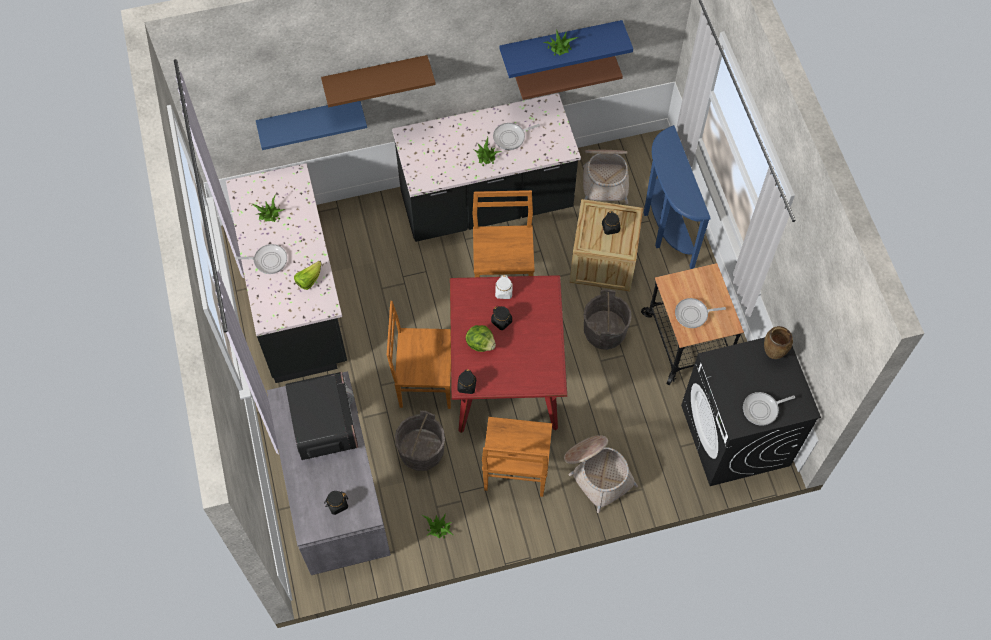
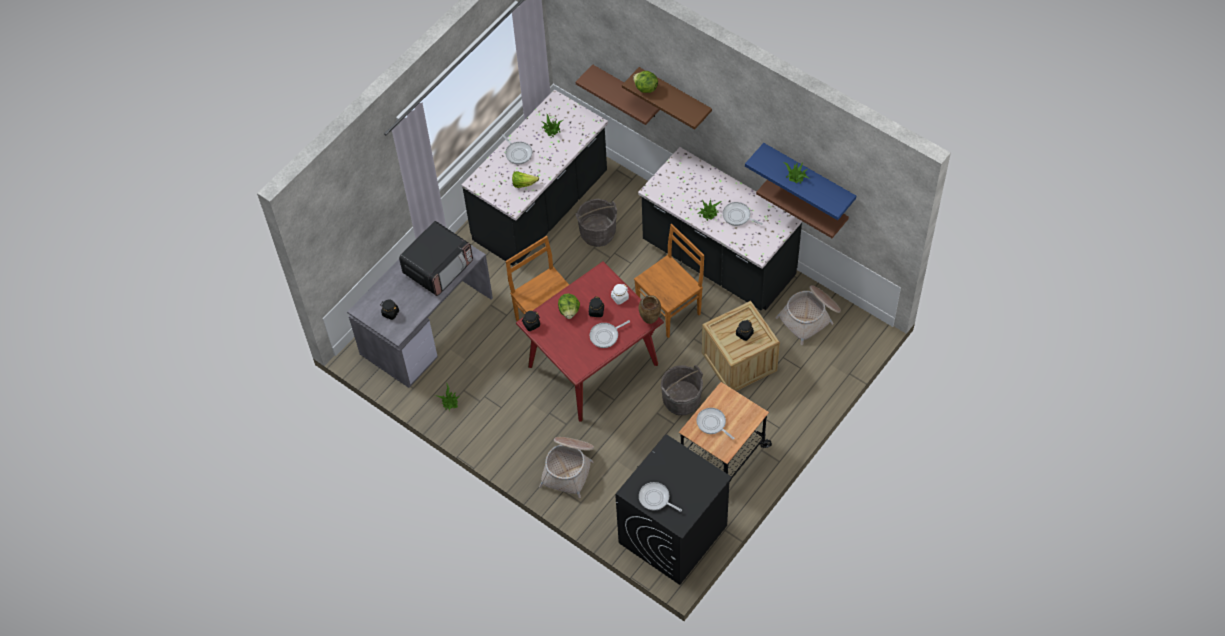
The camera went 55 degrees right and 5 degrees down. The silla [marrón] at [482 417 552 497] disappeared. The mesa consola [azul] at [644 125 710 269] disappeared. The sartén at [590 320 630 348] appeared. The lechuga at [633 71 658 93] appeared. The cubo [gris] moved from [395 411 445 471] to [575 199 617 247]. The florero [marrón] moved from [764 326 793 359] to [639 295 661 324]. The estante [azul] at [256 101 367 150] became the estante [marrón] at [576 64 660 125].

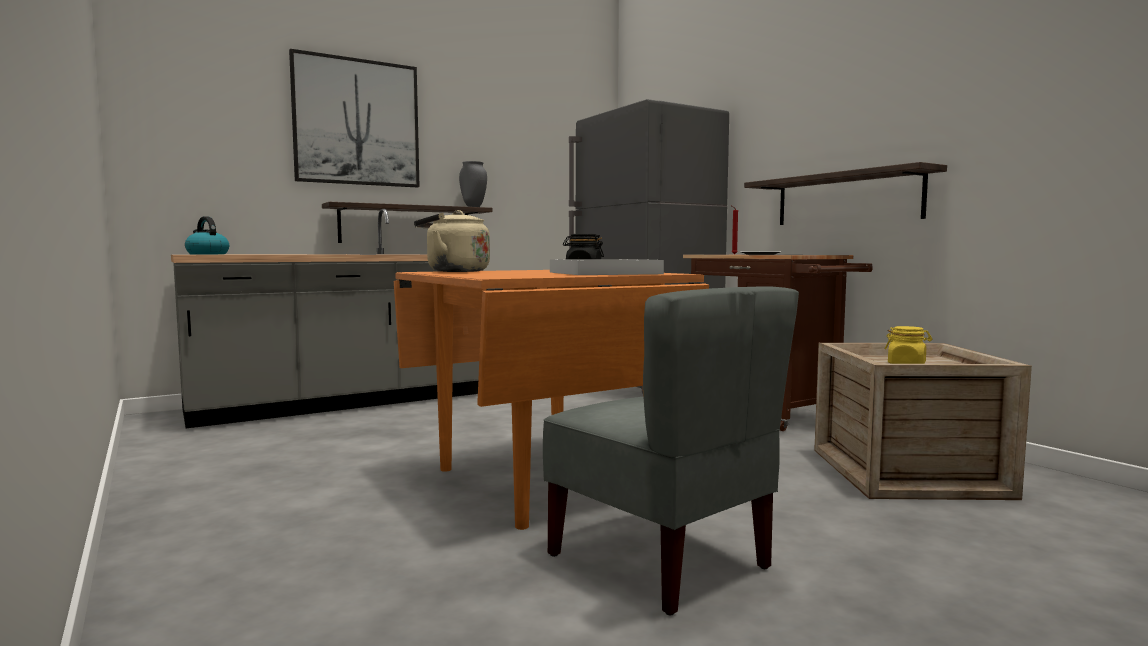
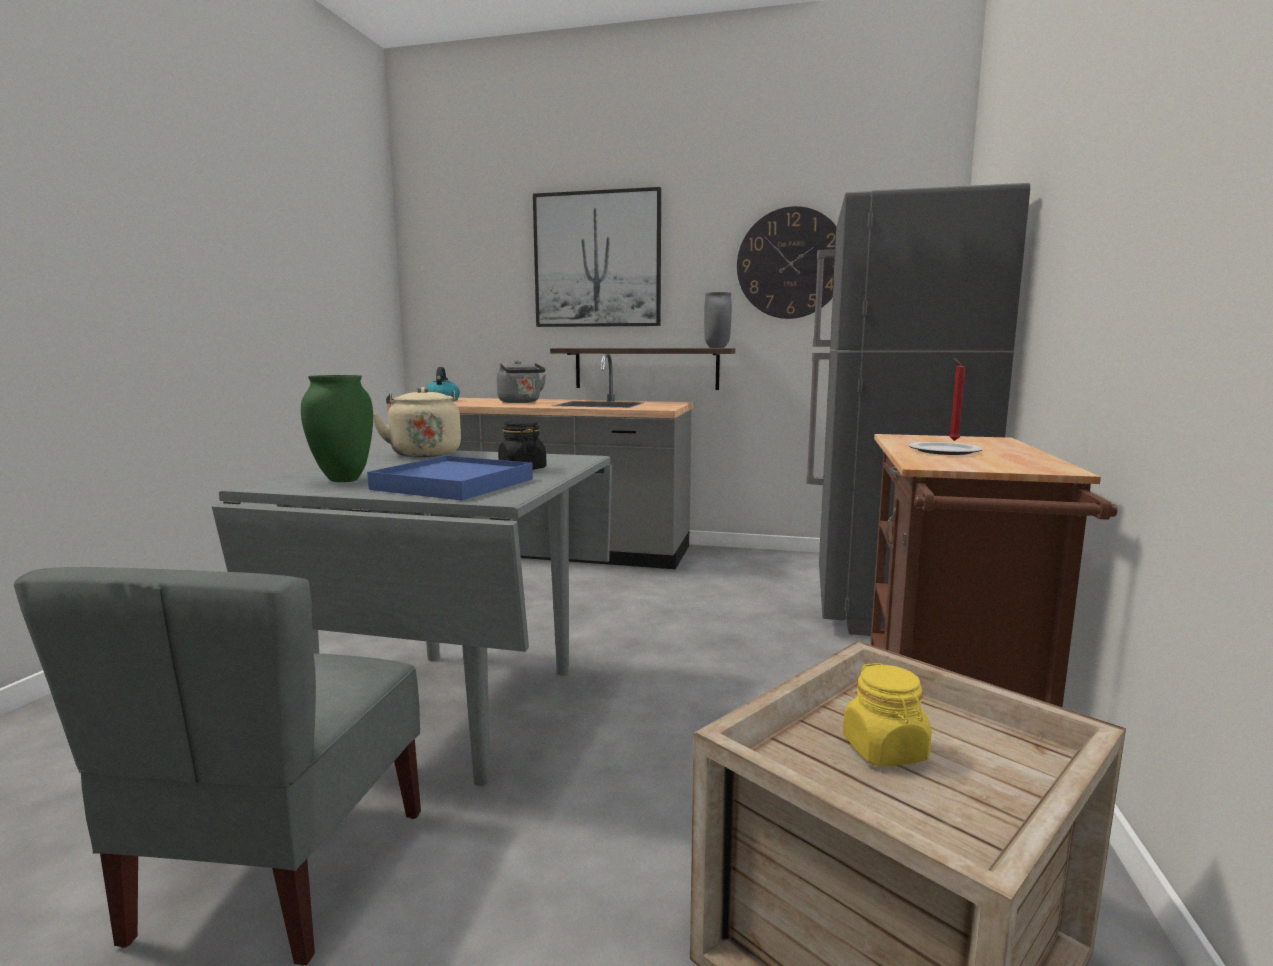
The camera went 45 degrees right and 5 degrees up. The estante at [744 162 947 225] disappeared. The florero [verde] at [301 375 373 482] appeared. The hervidor [gris] at [497 360 546 403] appeared. The reloj de pared at [737 206 837 319] appeared. The mesa de comedor [naranja] at [394 270 709 530] became the mesa de comedor [gris] at [211 449 612 786]. The bandeja [blanco] at [550 259 664 275] became the bandeja [azul] at [367 456 533 500].

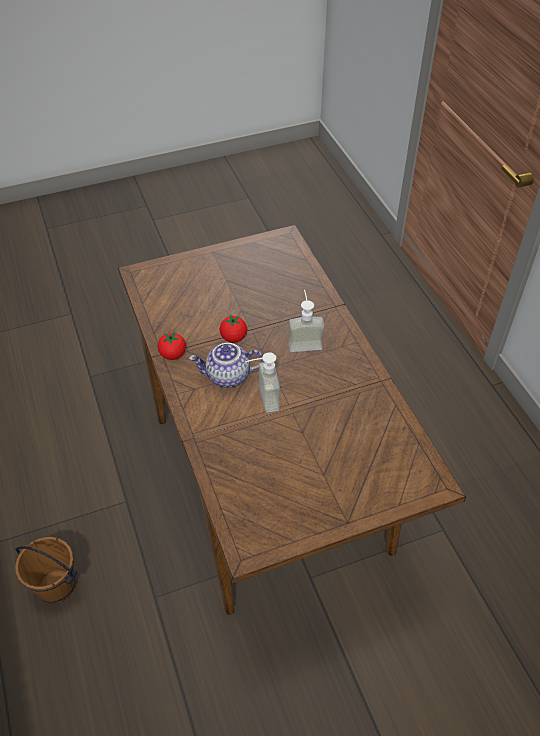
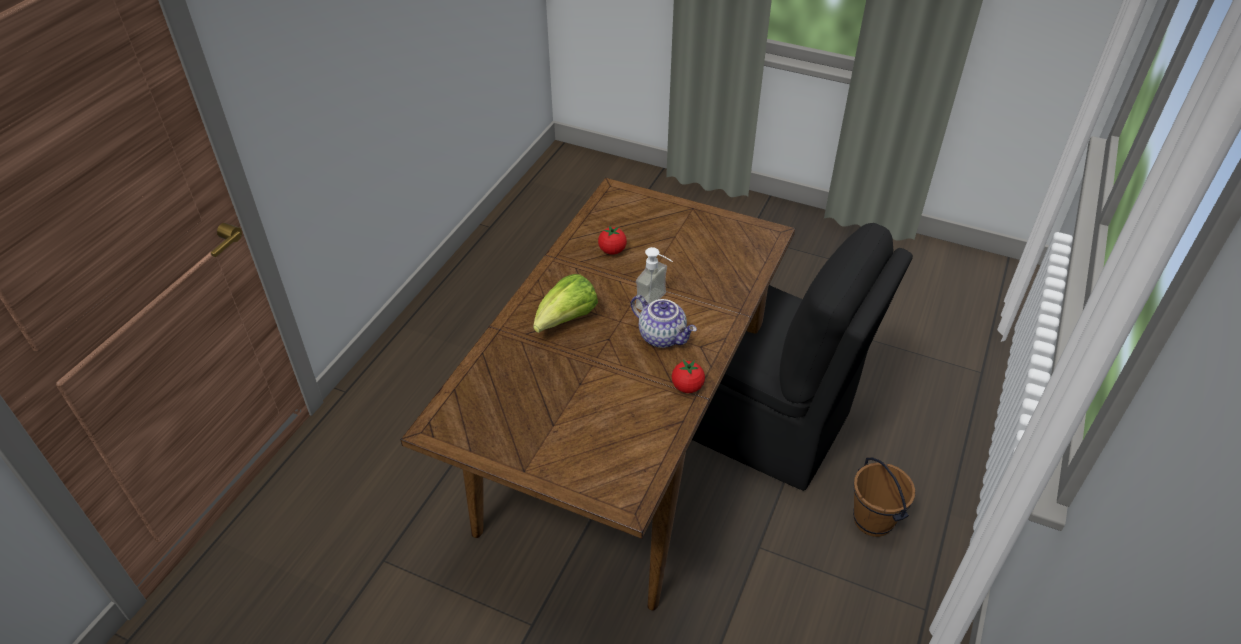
The camera went 135 degrees left and 5 degrees down. The silla [negro] at [692 223 913 491] appeared. The tomate moved from [219 314 247 343] to [598 226 627 255]. The dispensador de jabón at [288 290 324 352] was replaced by the lechuga at [533 274 598 333].

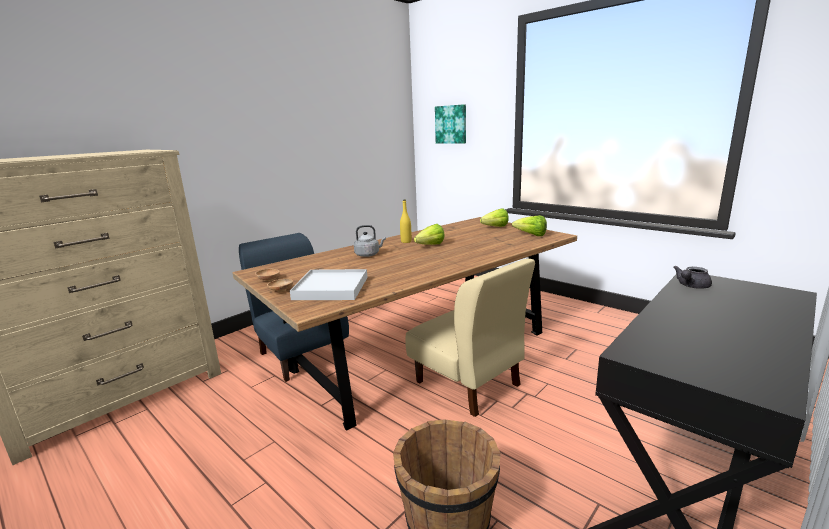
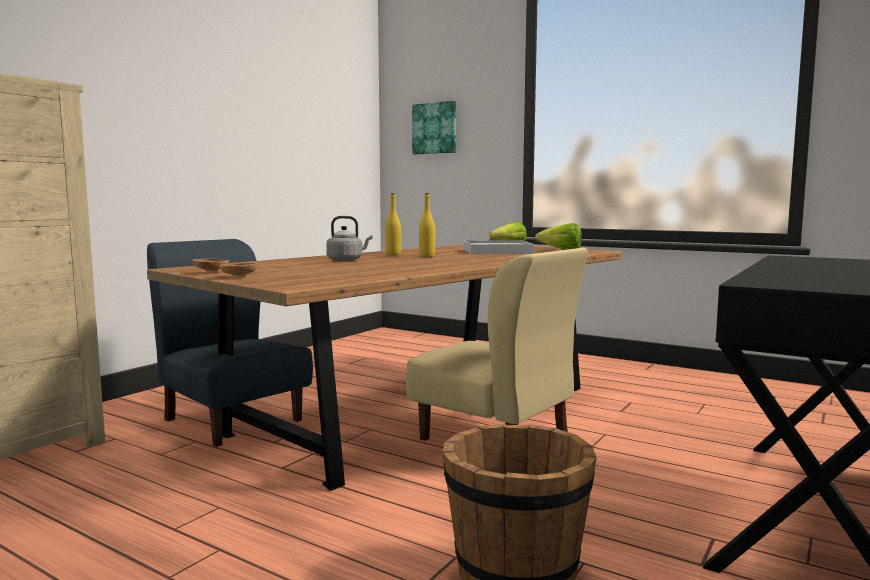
The camera went 10 degrees left and 10 degrees down. The tetera [gris] at [673 266 712 289] disappeared. The bandeja [blanco] moved from [290 269 367 300] to [464 240 534 254]. The lechuga at [414 224 445 245] was replaced by the botella [amarillo] at [419 193 435 257].

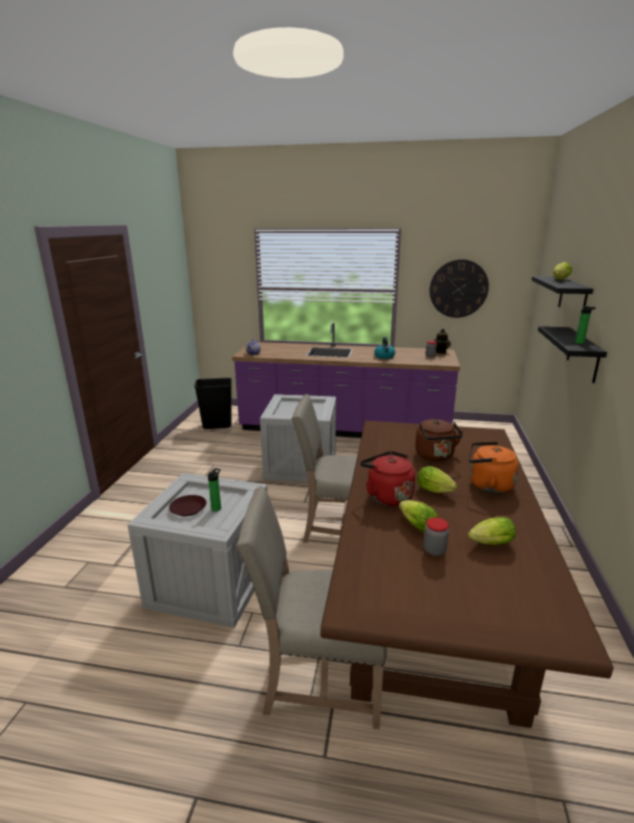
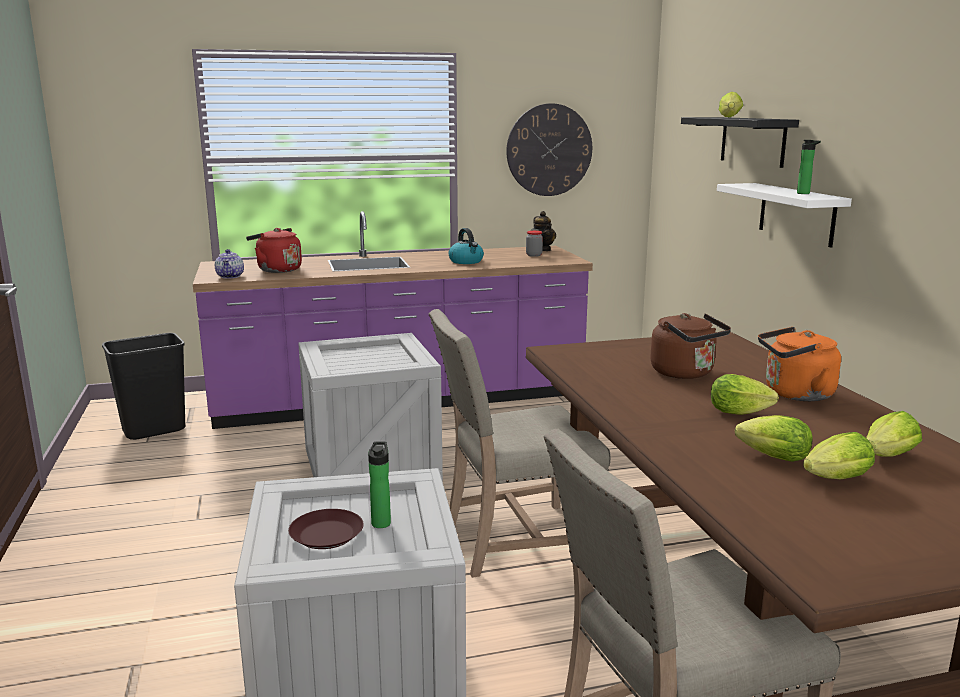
The camera went 25 degrees left and 5 degrees down. The hervidor [rojo] moved from [360 451 415 506] to [246 228 302 273]. The tarro at [424 518 449 556] was replaced by the lechuga at [803 432 875 479]. The estante [negro] at [538 326 607 383] became the estante [blanco] at [717 183 852 248].

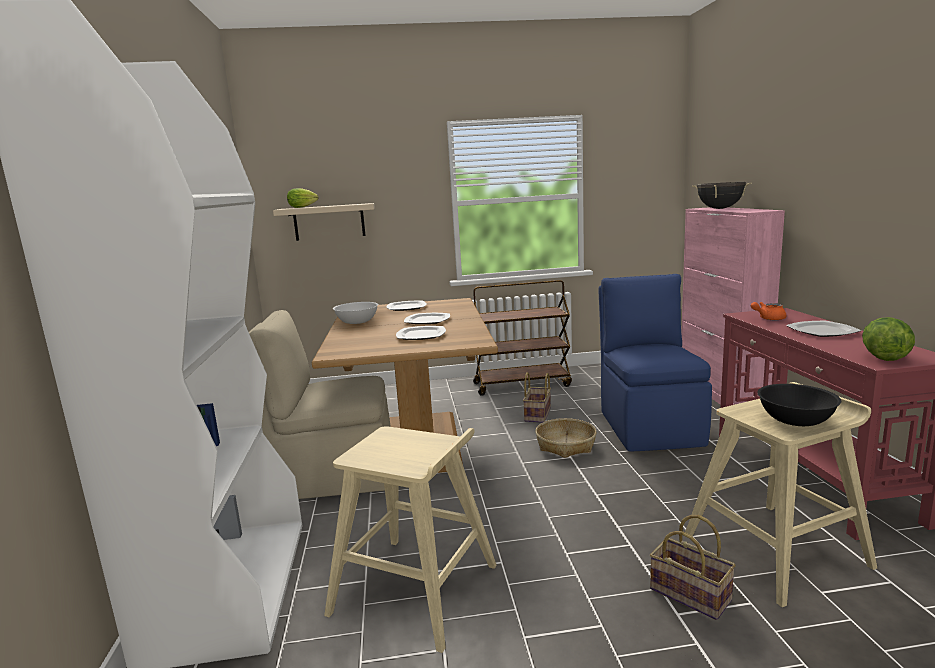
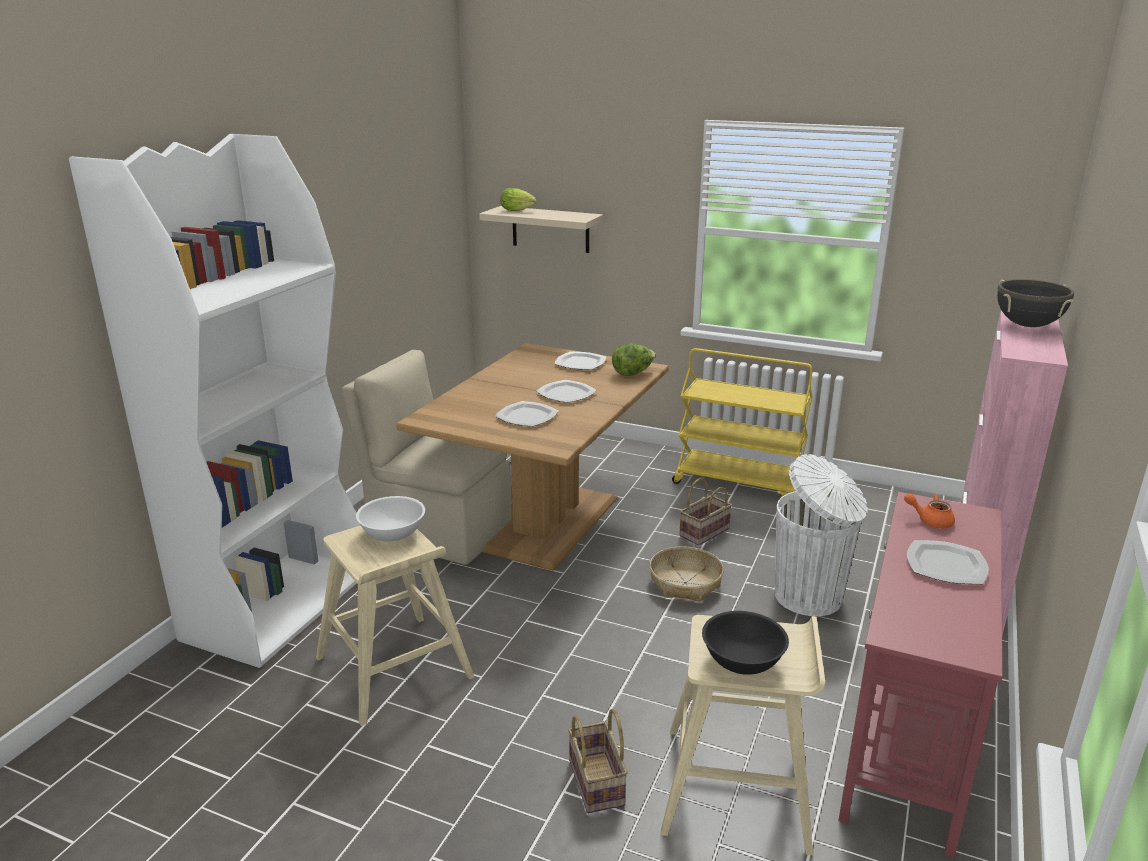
The camera went 30 degrees right and 10 degrees up. The cuenco [blanco] moved from [333 302 378 324] to [356 496 425 541]. The lechuga moved from [862 317 915 361] to [612 343 656 376]. The silla [azul] at [599 274 712 452] was replaced by the papelera [blanco] at [775 454 868 616]. The carrito [marrón] at [473 280 572 396] became the carrito [amarillo] at [672 348 812 497].

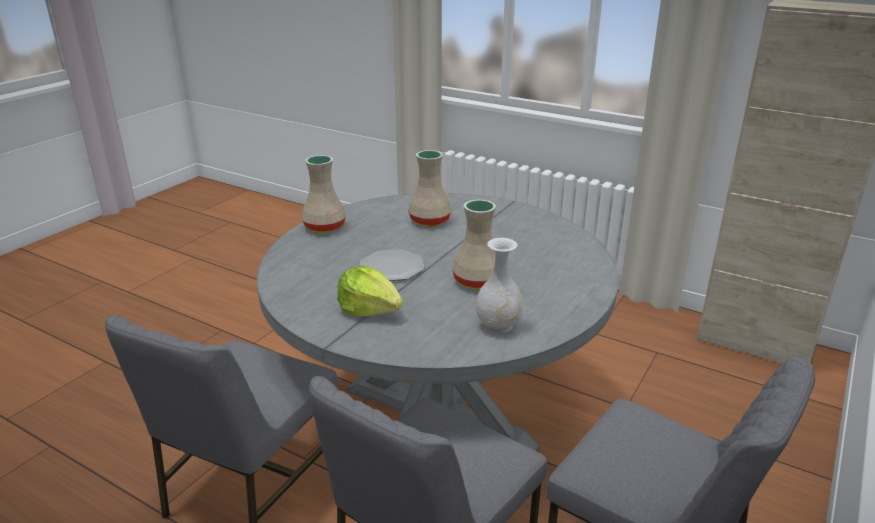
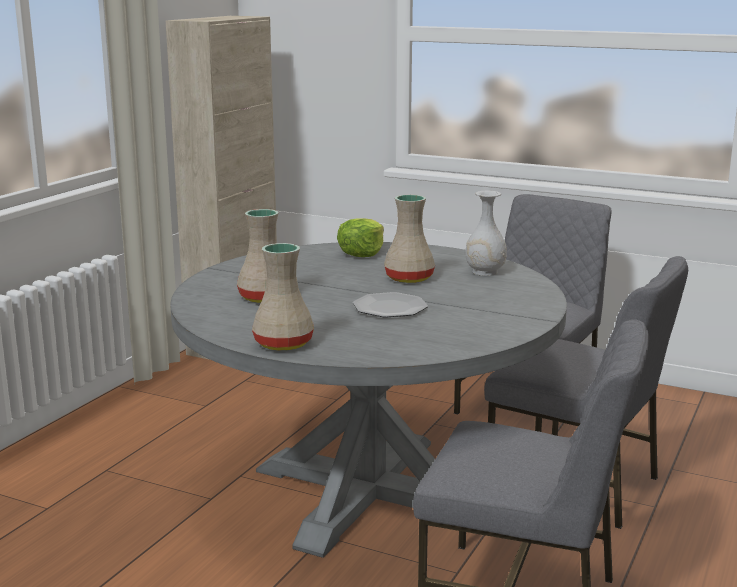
The camera went 95 degrees left and 10 degrees down. The lechuga moved from [337 265 403 316] to [337 219 384 257].

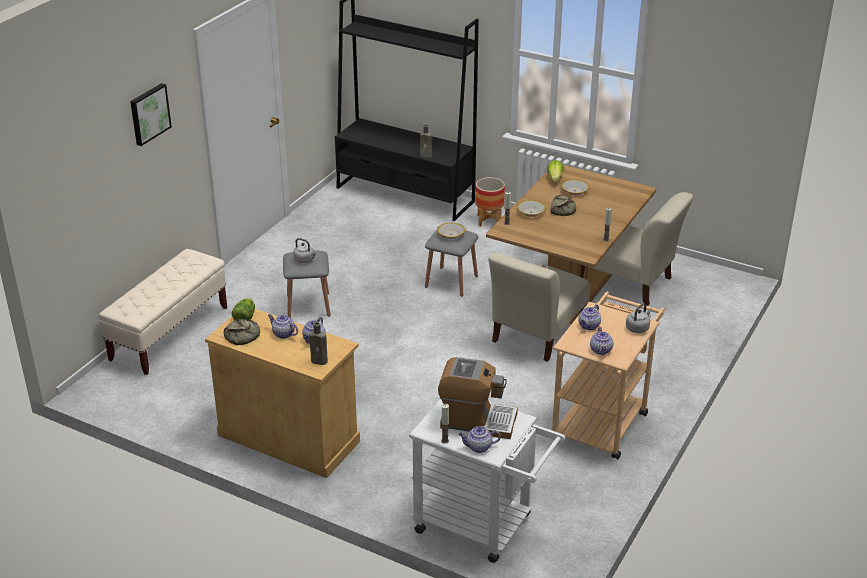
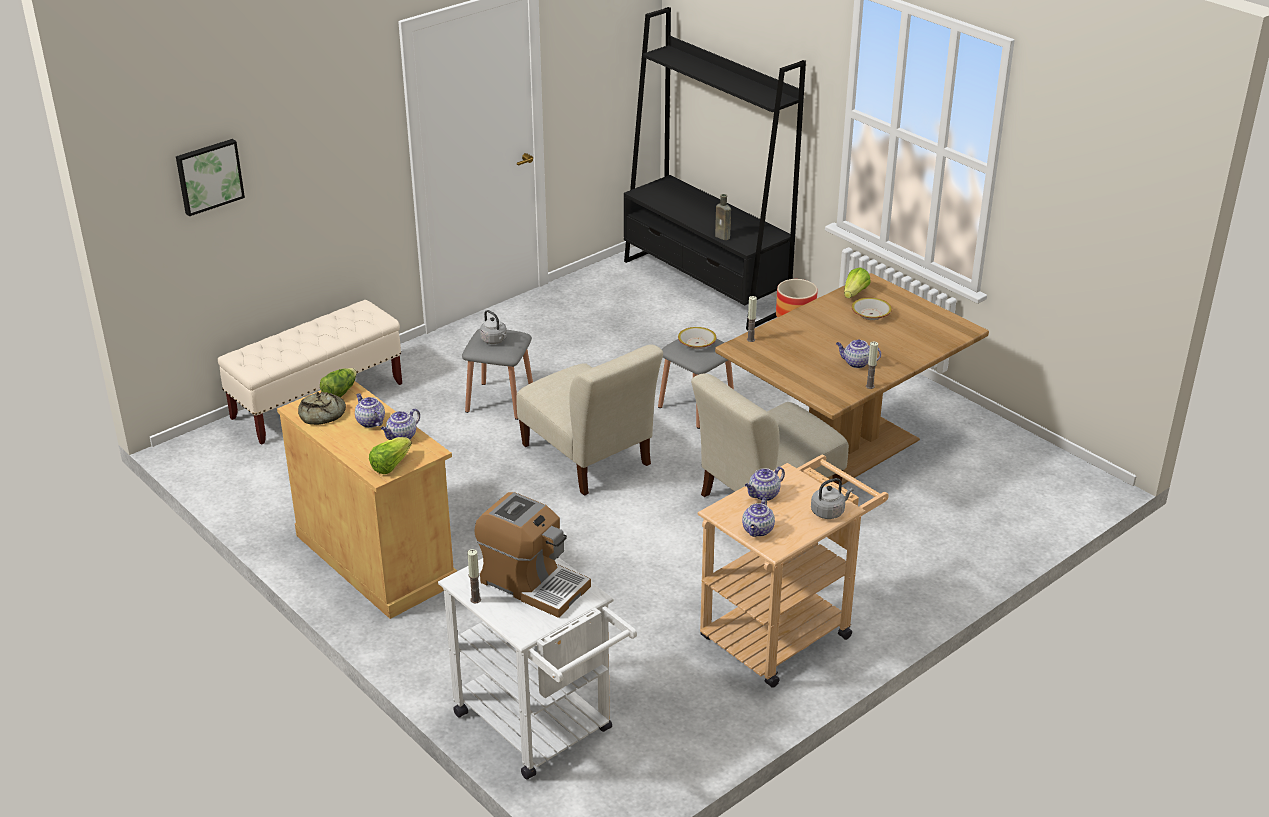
The camera went 20 degrees right and 0 degrees up. The cuenco at [517 200 546 217] disappeared. The pan at [551 195 576 216] disappeared. The cuadro moved from [130 83 172 146] to [176 139 245 216]. The tetera moved from [458 426 501 453] to [836 340 881 368]. The silla [beis] moved from [580 192 693 306] to [516 344 663 495]. The botella [marrón] at [309 322 328 365] was replaced by the lechuga at [369 437 412 474].

